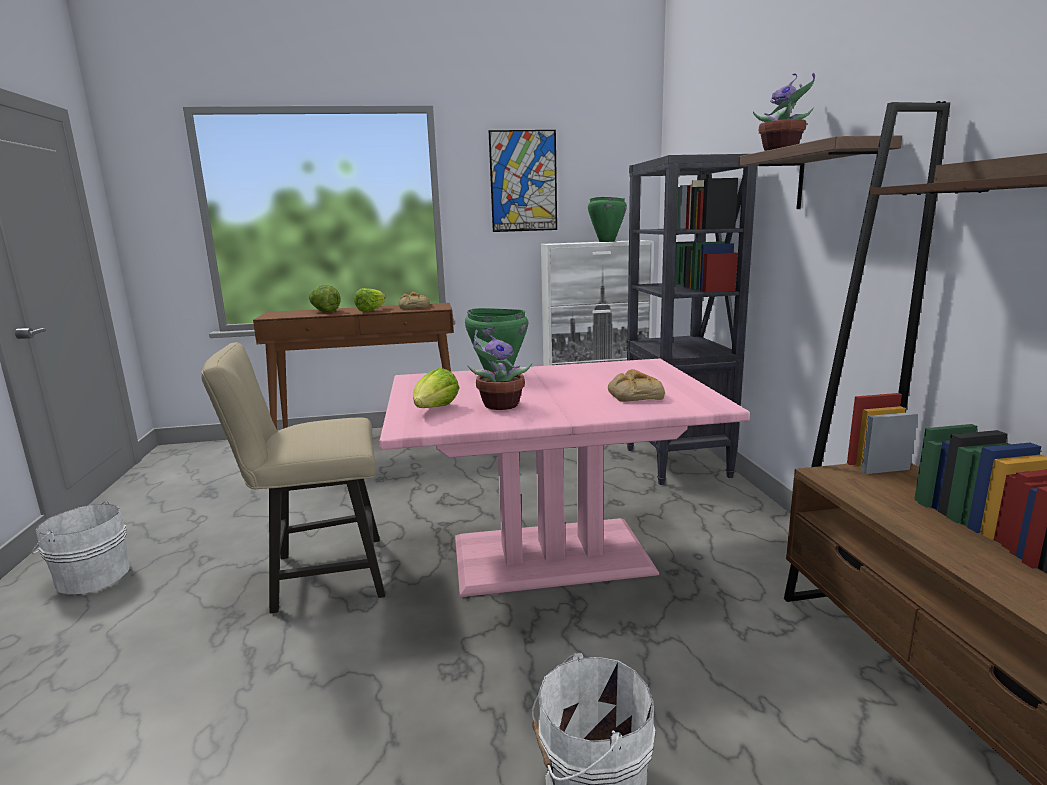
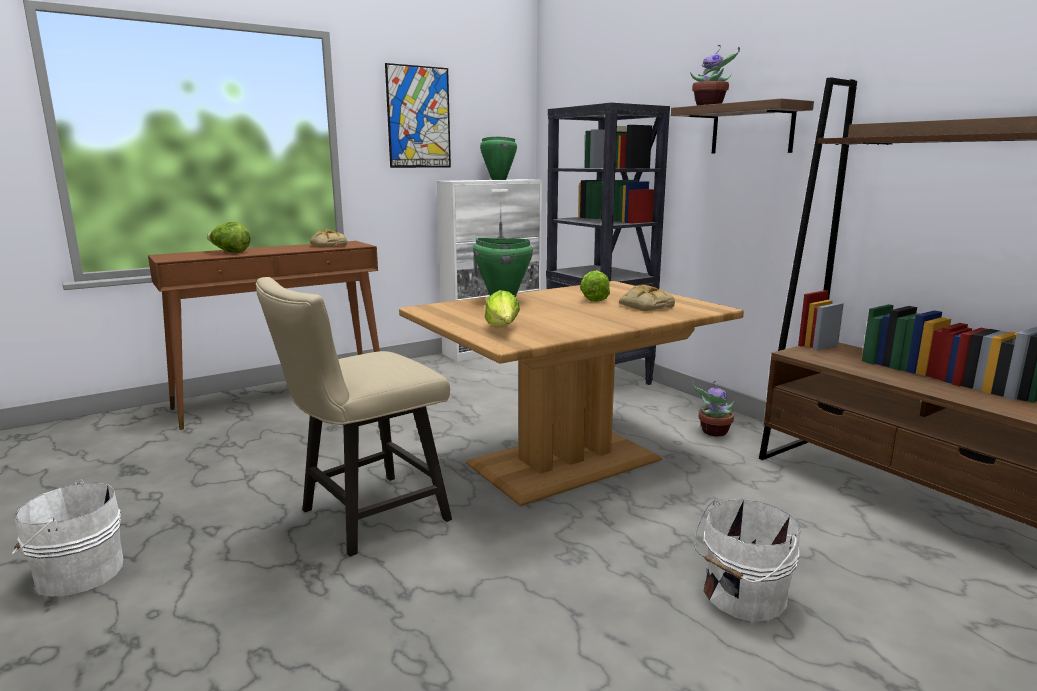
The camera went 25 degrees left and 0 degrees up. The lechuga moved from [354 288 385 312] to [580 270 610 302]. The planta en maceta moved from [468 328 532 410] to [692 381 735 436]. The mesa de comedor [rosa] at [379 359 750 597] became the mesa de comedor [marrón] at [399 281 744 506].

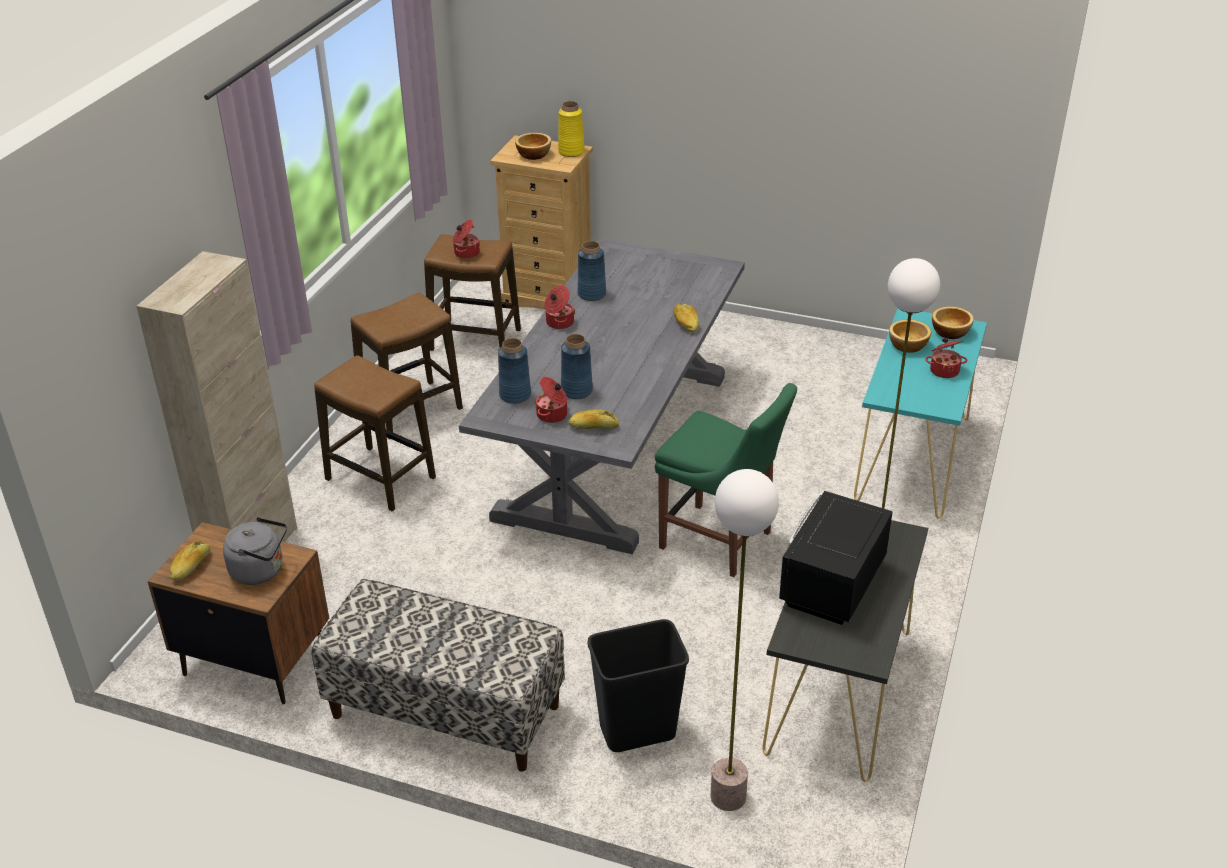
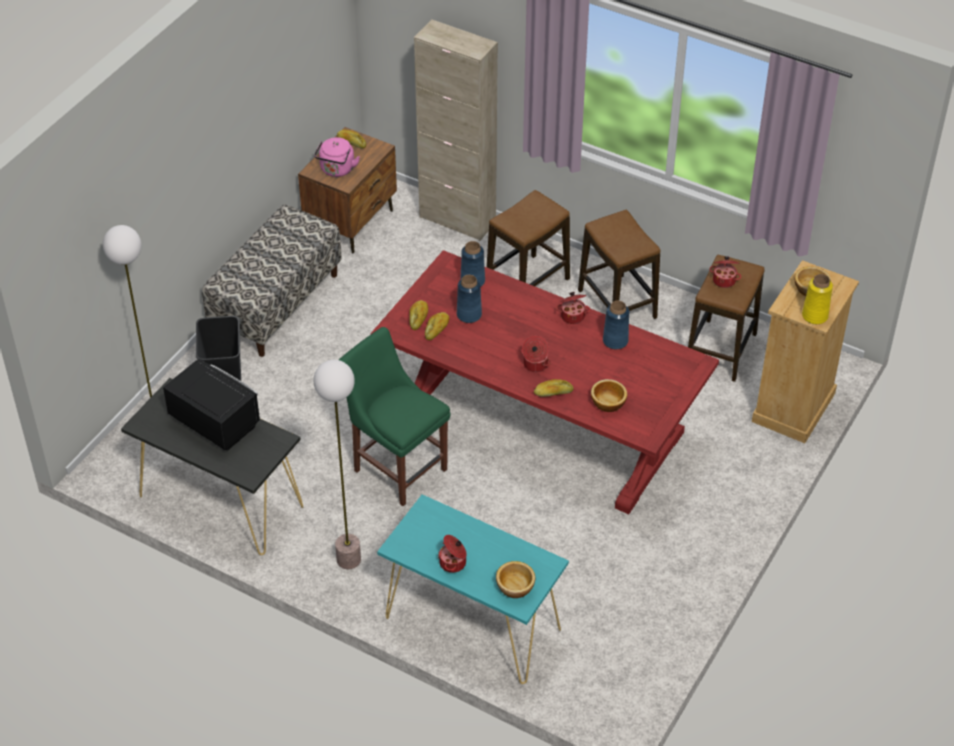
The camera went 100 degrees right and 10 degrees up. The pan at [425 312 449 340] appeared. The olla moved from [535 377 567 423] to [521 336 551 372]. The cuenco moved from [889 320 931 353] to [591 379 627 412]. The hervidor [gris] at [223 517 287 585] became the hervidor [rosa] at [314 137 360 177]. The mesa de comedor [gris] at [459 238 745 554] became the mesa de comedor [rojo] at [371 250 719 514]. The silla [verde] at [655 383 797 577] turned 90 degrees clockwise.

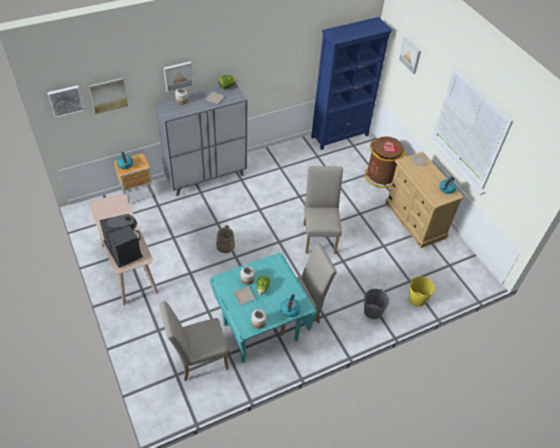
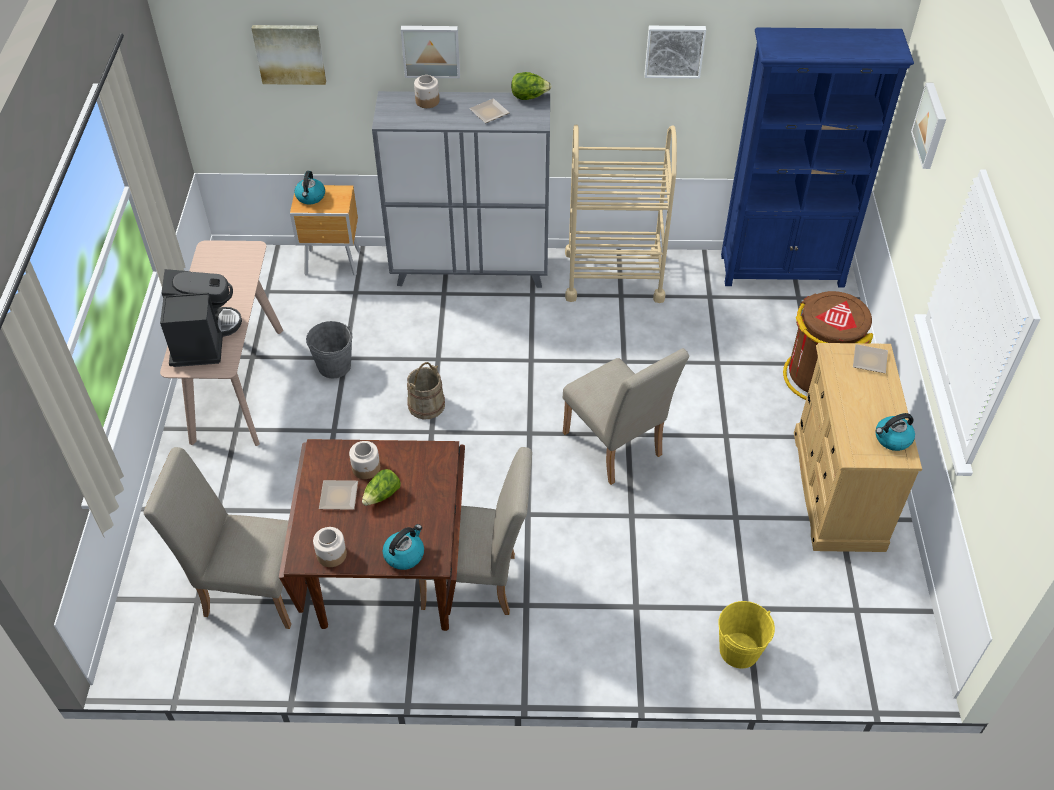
The camera went 30 degrees right and 0 degrees up. The carrito [beis] at [565 124 677 303] appeared. The cuadro moved from [47 85 85 118] to [645 26 706 78]. The cubo [gris] moved from [364 289 389 319] to [306 321 352 378]. The mesa de comedor [turquesa] at [209 253 317 363] became the mesa de comedor [marrón] at [279 439 465 631]. The silla [beis] at [303 166 343 254] turned 120 degrees clockwise.

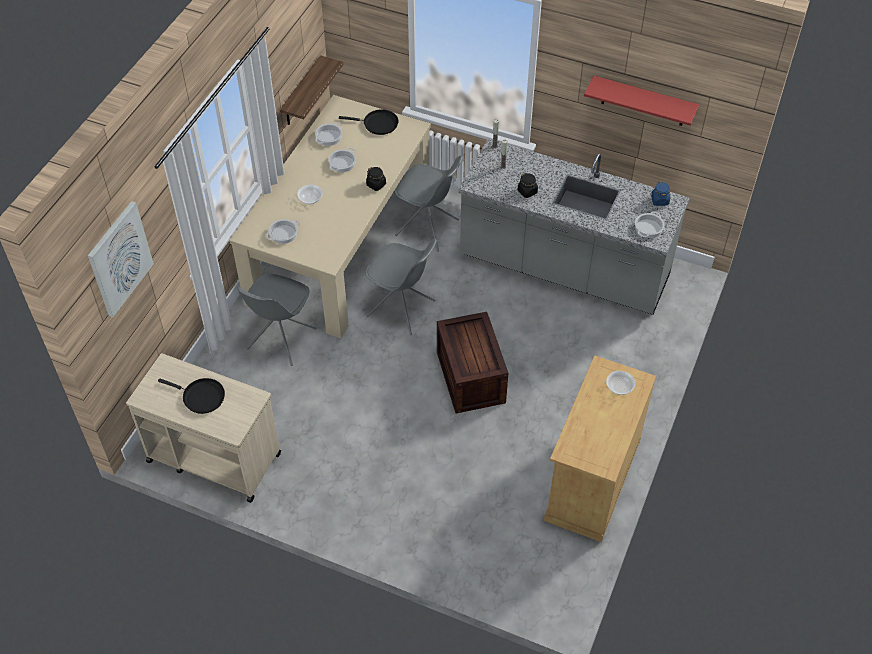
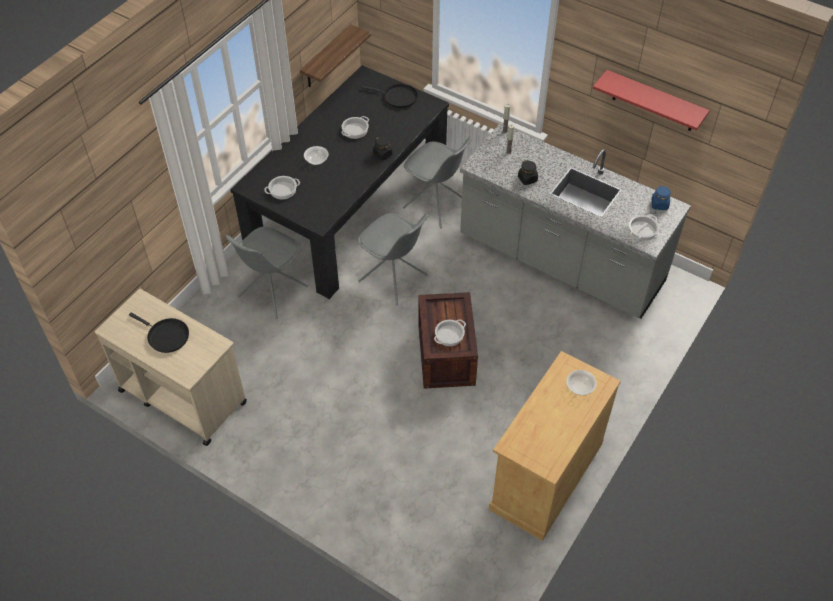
The camera went 10 degrees right and 0 degrees up. The cuadro at [88 201 154 317] disappeared. The olla moved from [315 122 342 146] to [434 320 466 346]. The mesa de comedor [beis] at [229 95 431 338] became the mesa de comedor [negro] at [230 65 449 299].

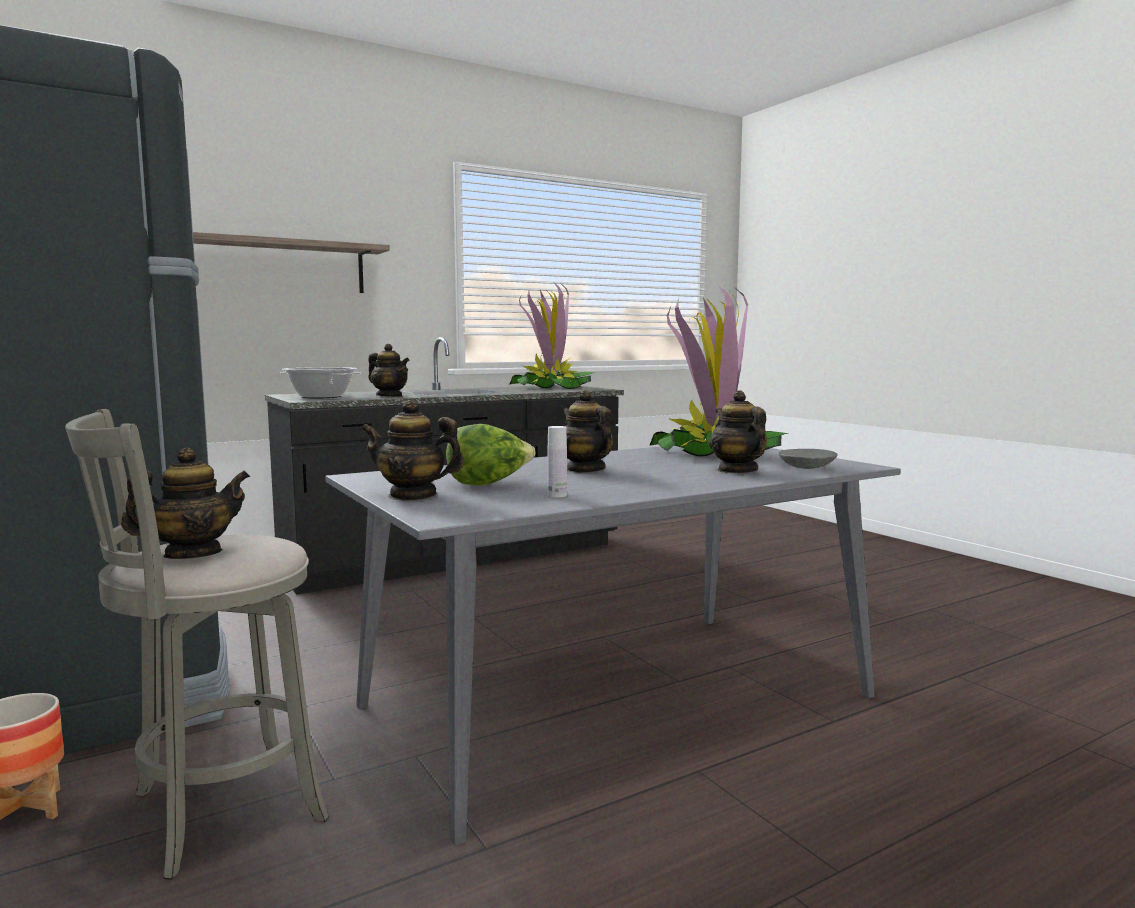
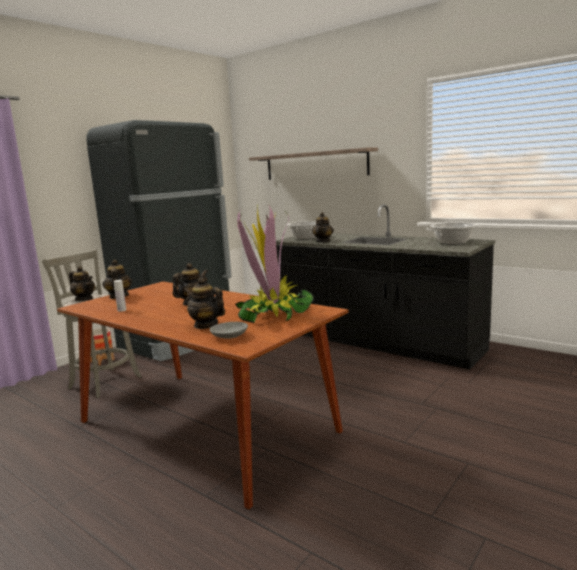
The camera went 70 degrees right and 5 degrees up. The lechuga at [446 424 535 486] disappeared. The planta en maceta at [509 283 597 389] was replaced by the olla at [426 222 481 245]. The mesa de comedor [gris] at [325 445 901 846] became the mesa de comedor [marrón] at [57 281 349 509]. The tetera at [710 390 767 473] turned 105 degrees counterclockwise.

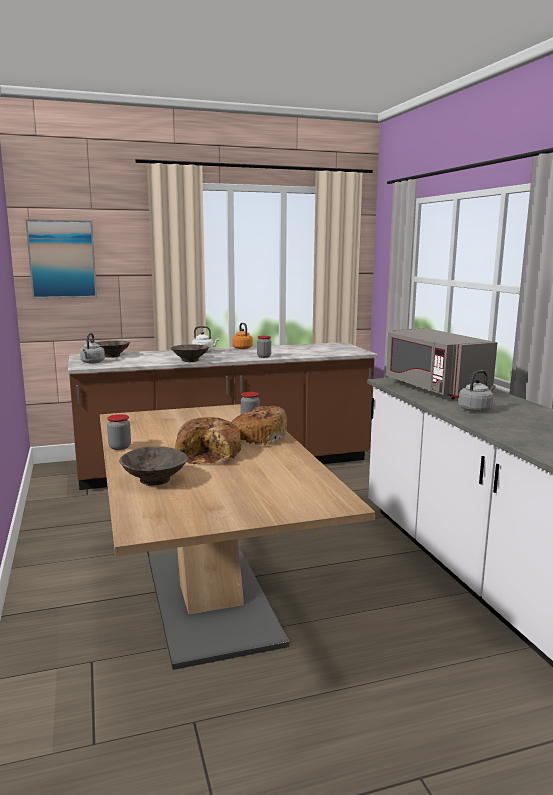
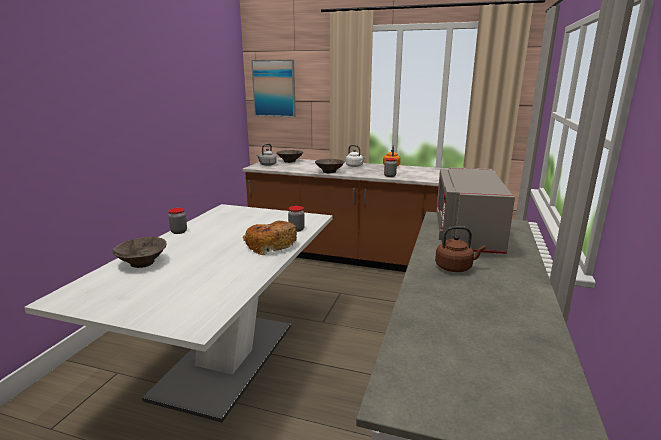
The camera went 35 degrees right and 5 degrees up. The pan at [174 417 241 465] disappeared. The mesa de comedor [marrón] at [100 404 376 670] became the mesa de comedor [blanco] at [24 204 332 423]. The hervidor [gris] at [458 370 496 412] became the hervidor [marrón] at [435 226 486 272].

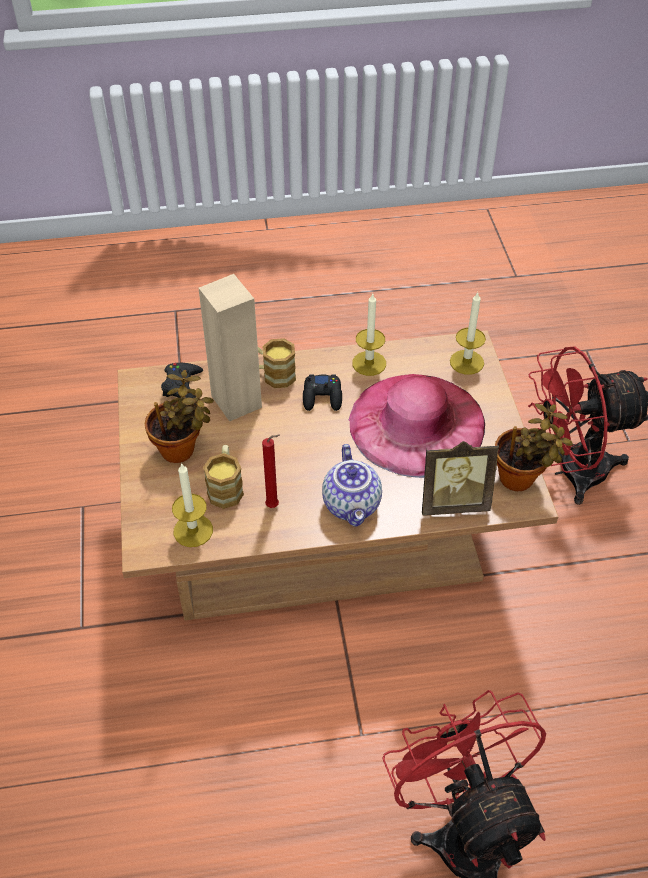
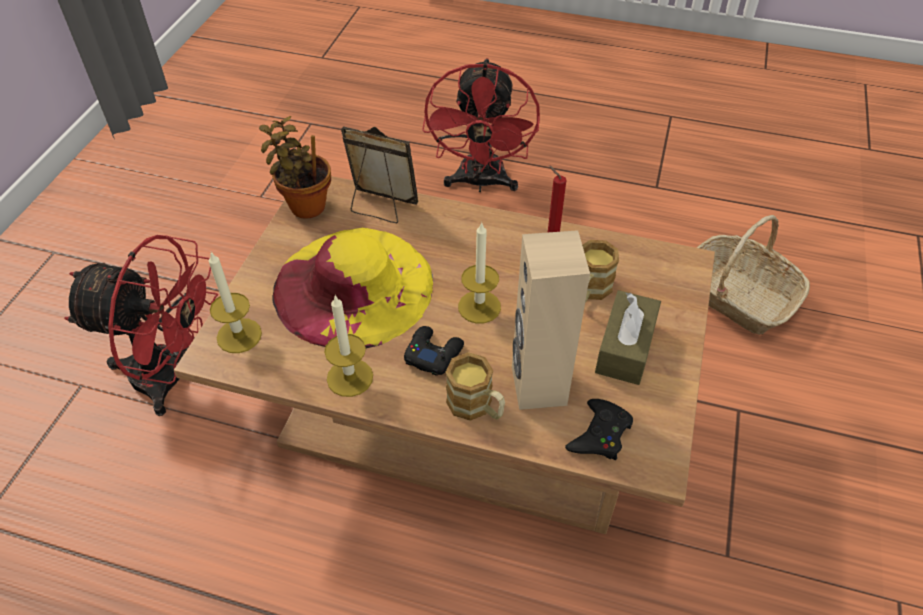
The camera went 155 degrees left and 0 degrees up. The tetera at [322 444 382 527] disappeared. The cesta at [696 215 810 335] appeared. The vela moved from [172 463 213 547] to [458 222 501 324]. The planta en maceta at [145 370 214 463] was replaced by the caja de pañuelos [marrón] at [595 290 661 385]. The sombrero [rosa] at [349 374 485 478] became the sombrero [amarillo] at [272 228 433 348].

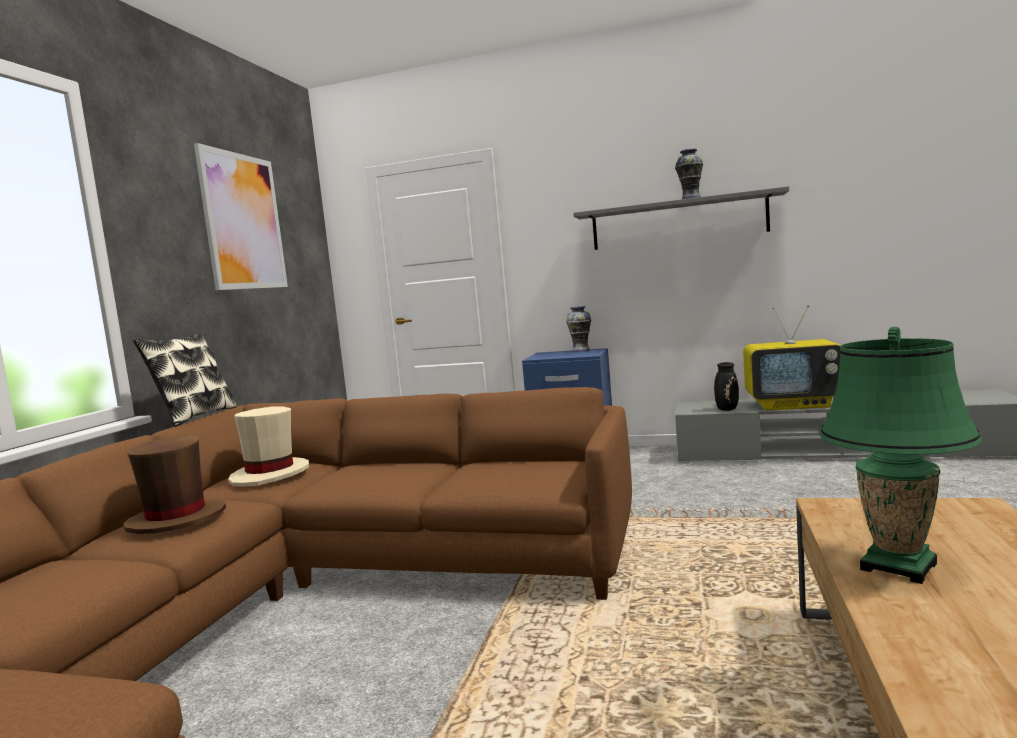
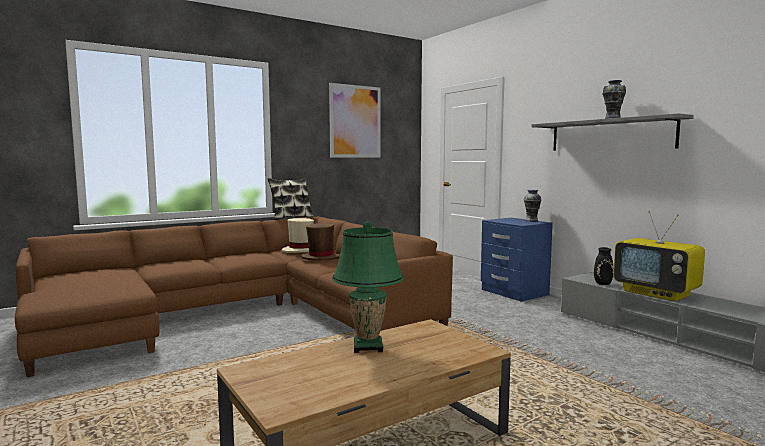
The camera went 40 degrees right and 0 degrees up. The sombrero [marrón] moved from [123 436 226 534] to [301 223 340 261].

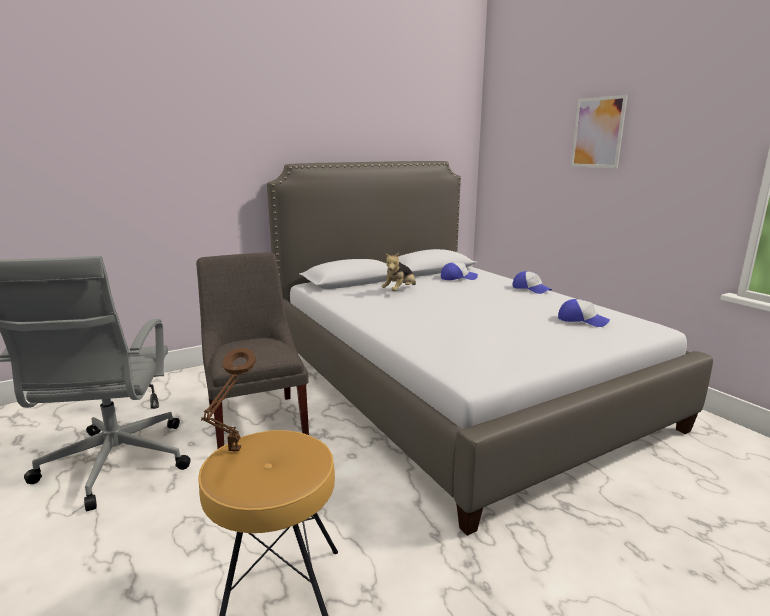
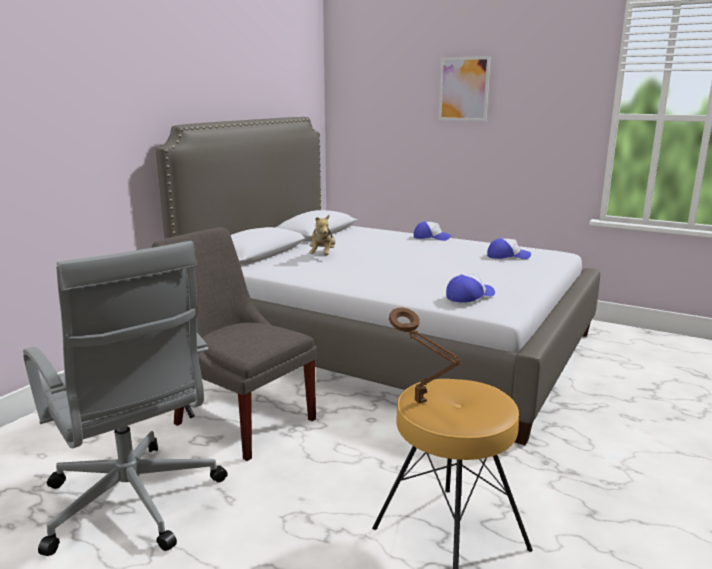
The camera went 30 degrees left and 0 degrees up. The gorra moved from [441 263 478 280] to [446 274 495 303].

